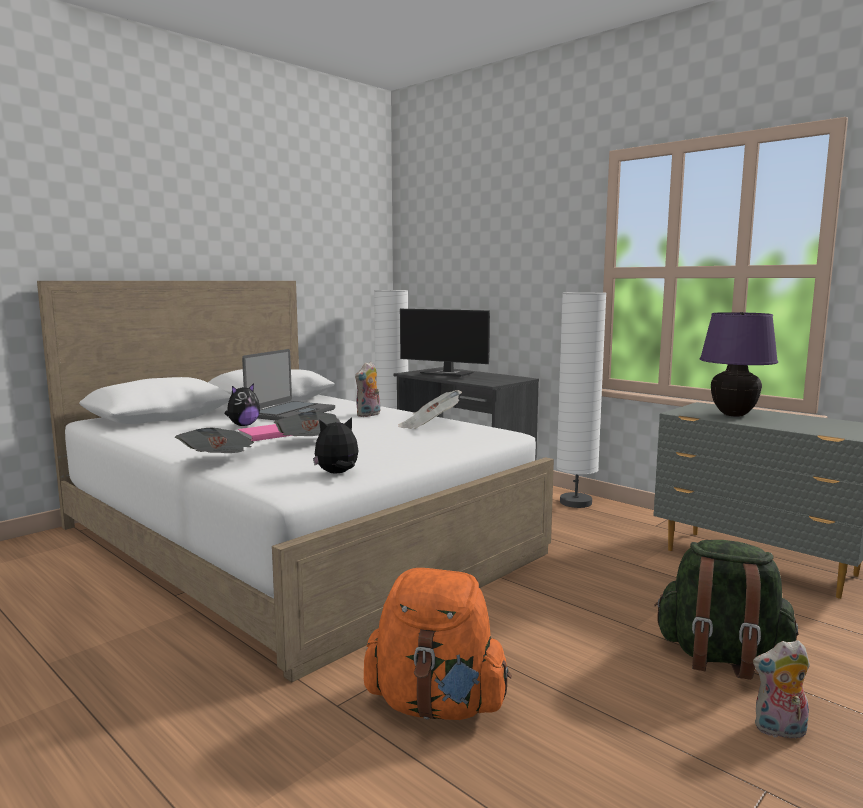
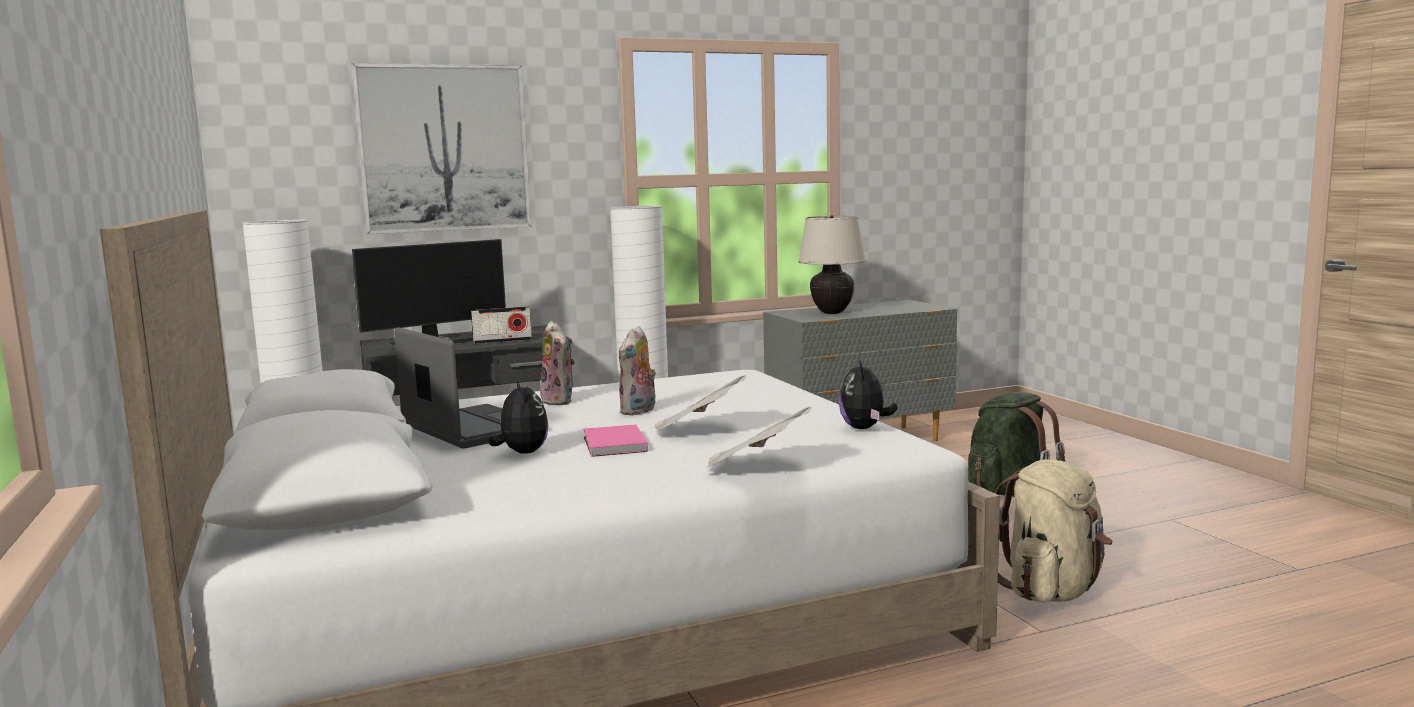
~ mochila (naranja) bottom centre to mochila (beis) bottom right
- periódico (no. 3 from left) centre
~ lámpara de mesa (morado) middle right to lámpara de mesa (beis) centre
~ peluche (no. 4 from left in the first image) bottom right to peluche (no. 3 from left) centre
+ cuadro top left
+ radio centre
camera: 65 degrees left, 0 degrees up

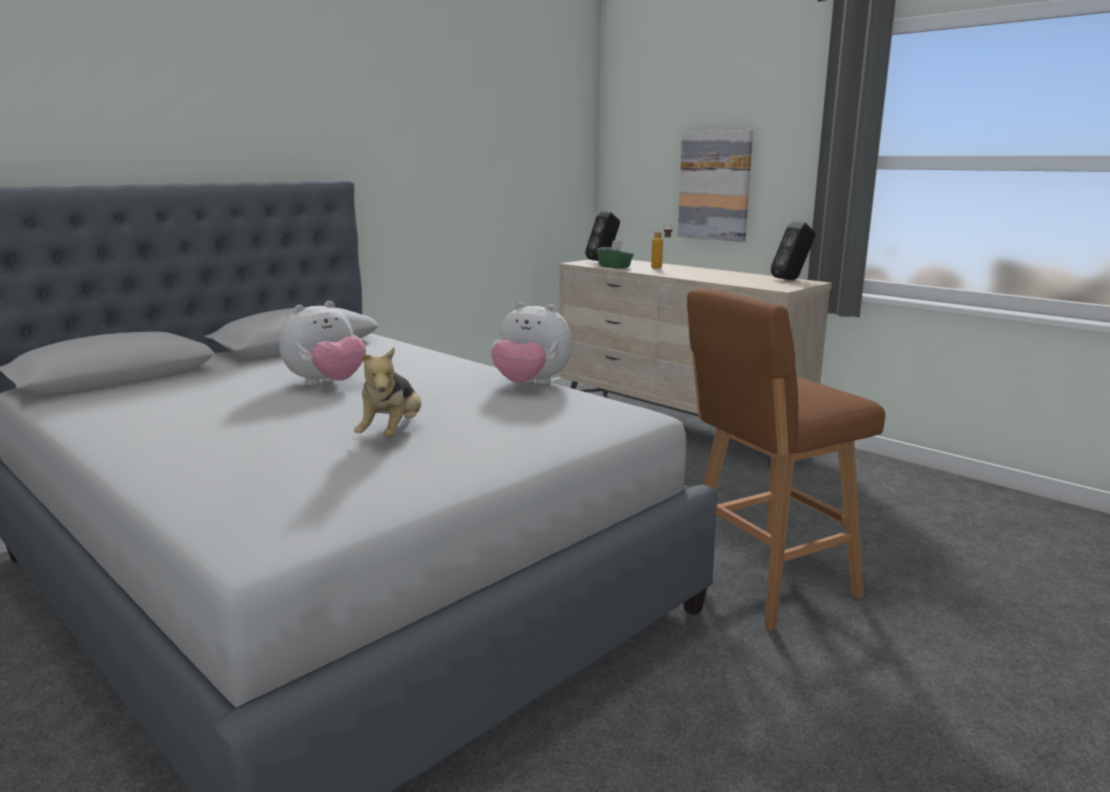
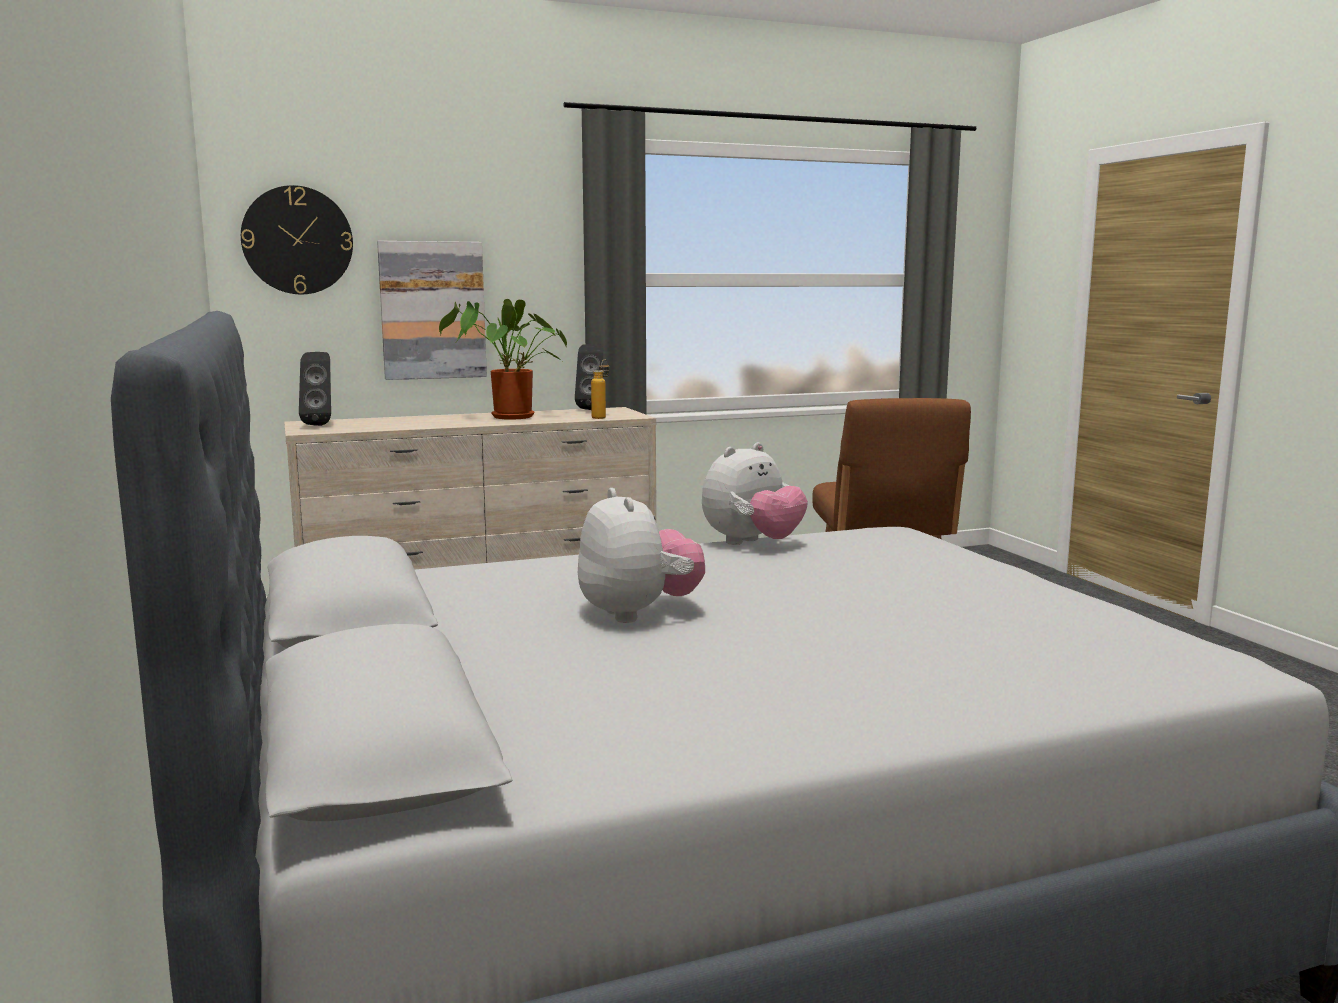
- peluche (no. 2 from left) centre
- caja de pañuelos (verde) top centre
~ botella top centre to centre
+ reloj de pared top left
+ planta en maceta centre
camera: 65 degrees left, 5 degrees down

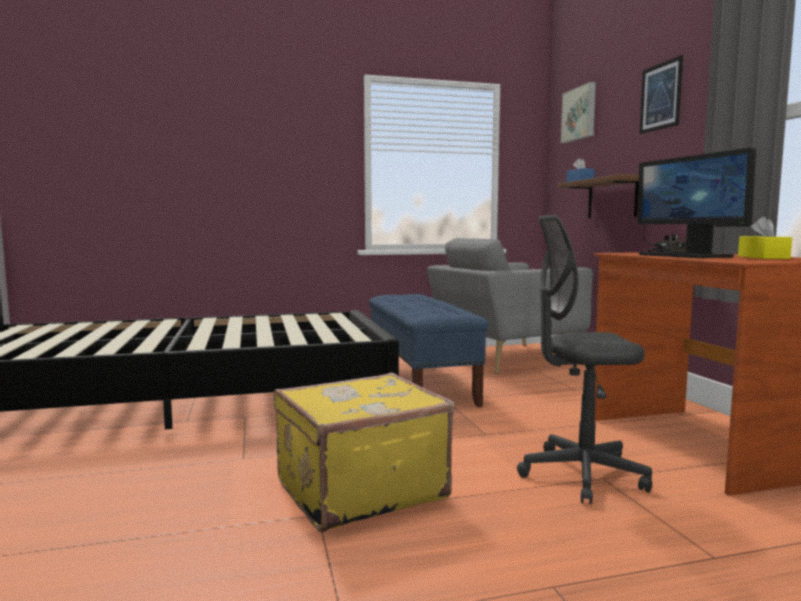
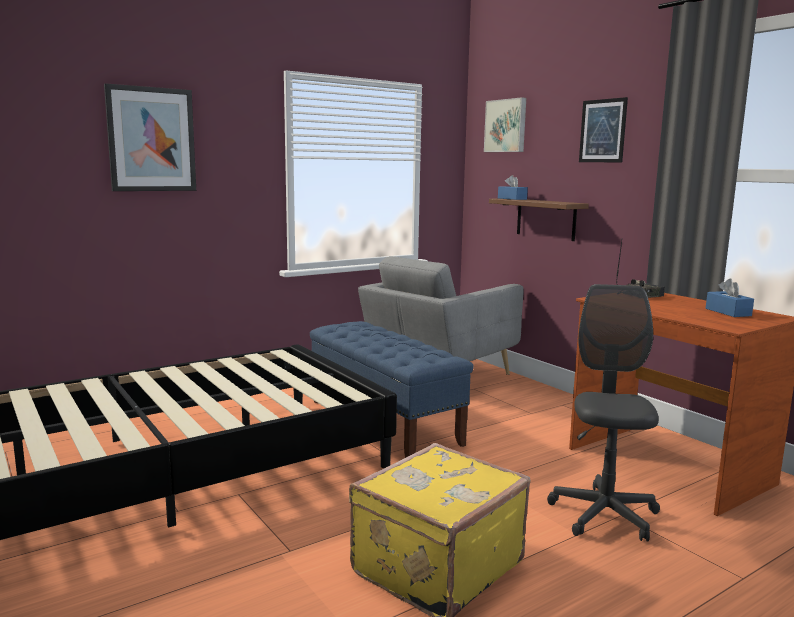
~ silla de oficina (gris) middle right = bottom right 120 degrees clockwise
- monitor middle right
~ caja de pañuelos (amarillo) middle right to caja de pañuelos (azul) (no. 2 from left) middle right
+ cuadro (no. 1 from left) top left
camera: 20 degrees left, 5 degrees up

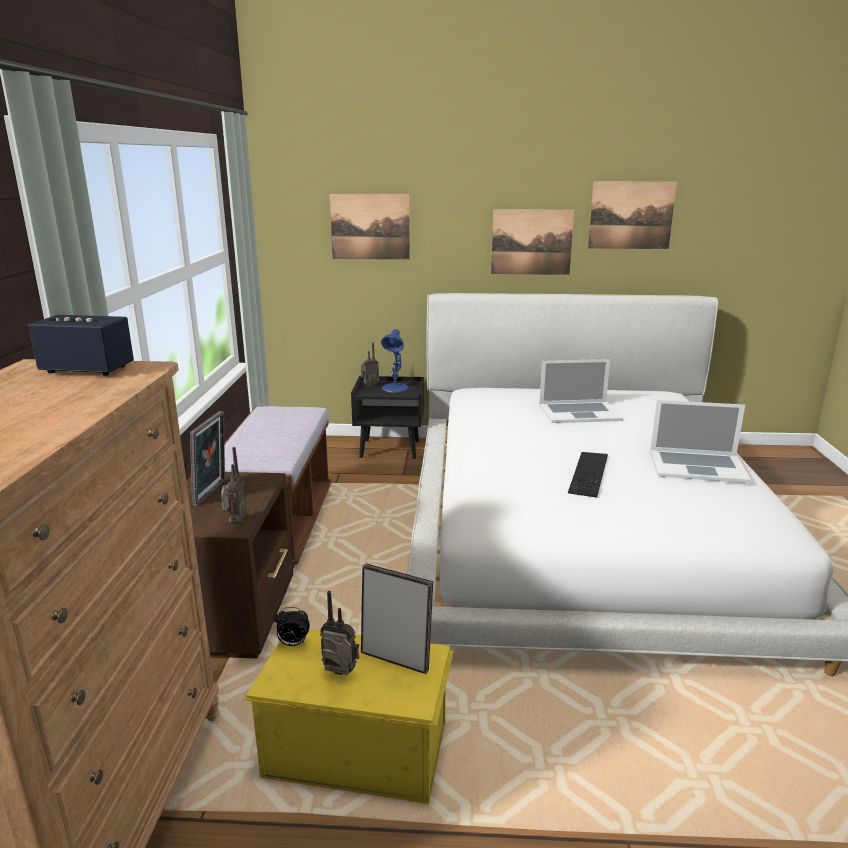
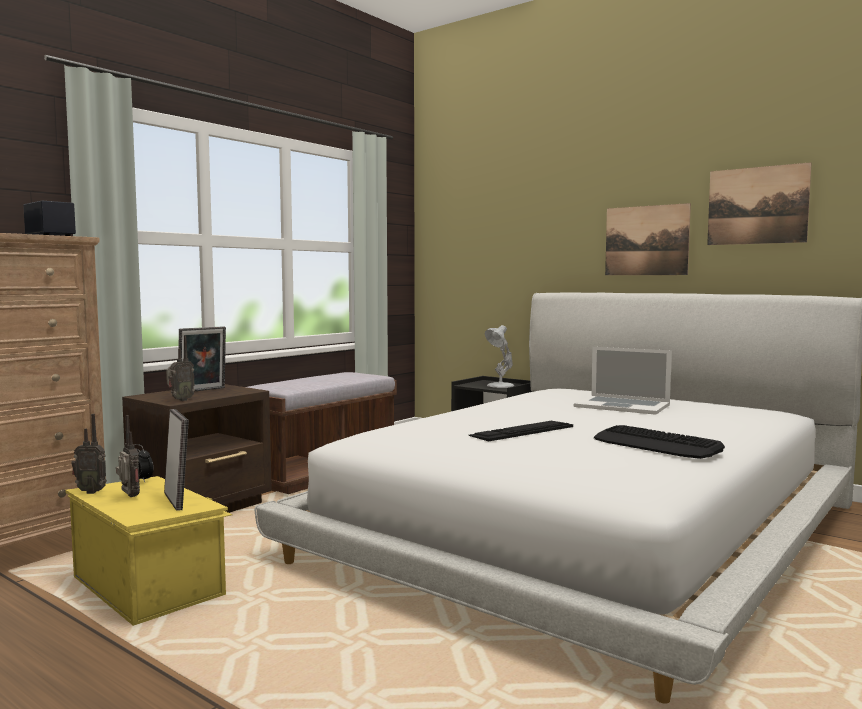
- cuadro (no. 1 from left) top centre
~ radio (no. 3 from left in the first image) centre to radio (no. 1 from left) middle left
~ lámpara de mesa (azul) centre to lámpara de mesa (blanco) centre
~ portátil (no. 2 from left) middle right to teclado (no. 2 from left) middle right
camera: 35 degrees right, 15 degrees down

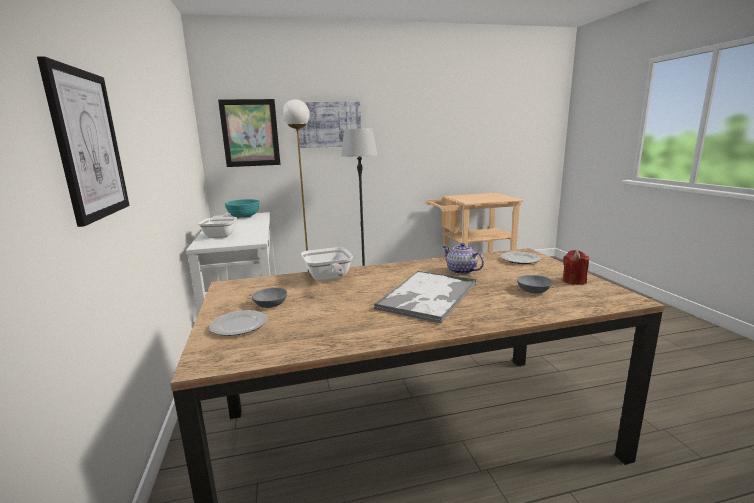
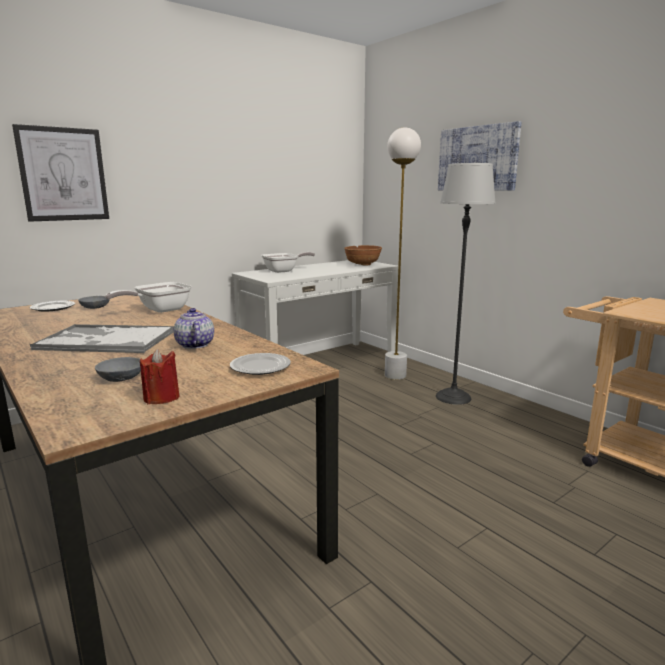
- cuadro (no. 2 from left) top left
~ cuenco (turquesa) middle left to cuenco (marrón) centre
~ tetera centre = middle left 45 degrees counterclockwise
camera: 65 degrees right, 0 degrees up

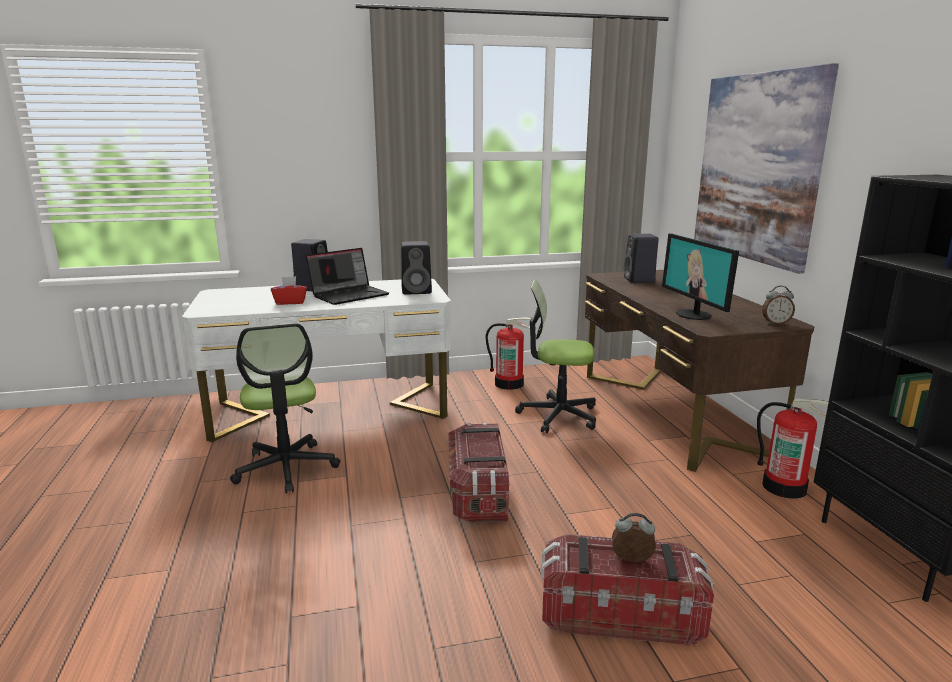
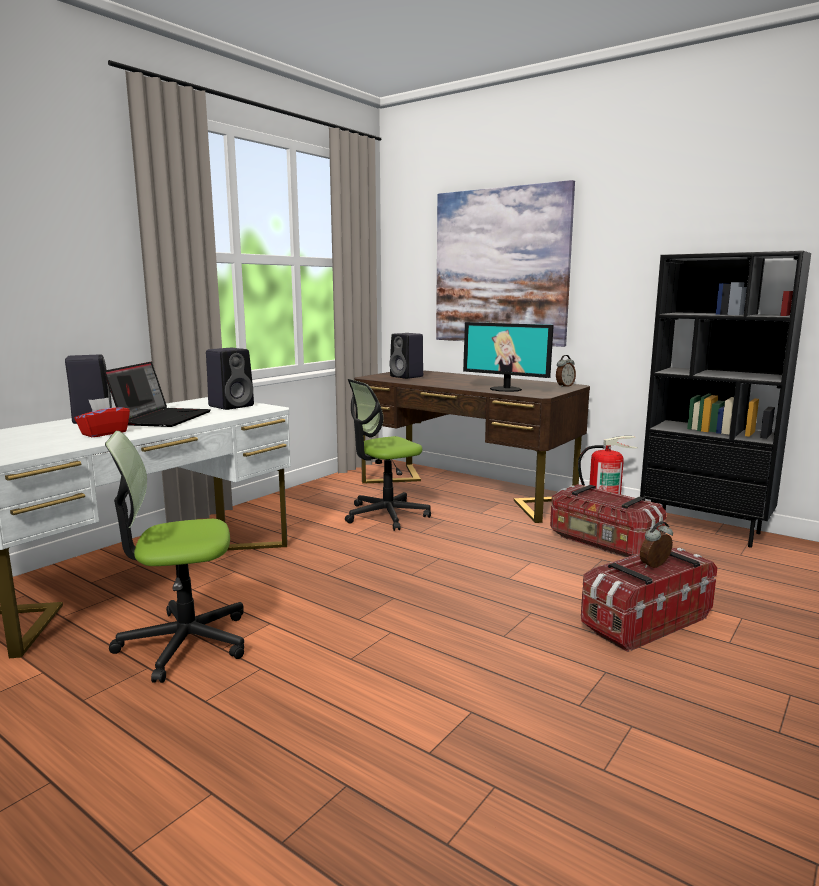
~ silla de oficina (no. 1 from left) middle left = middle left 135 degrees clockwise
~ caja de almacenaje (no. 1 from left) bottom centre to middle right
- extintor (no. 1 from left) centre
camera: 40 degrees left, 5 degrees down

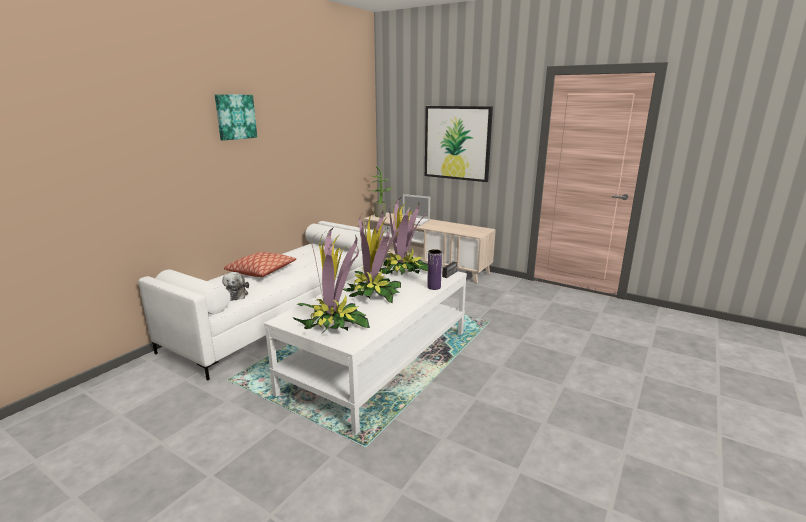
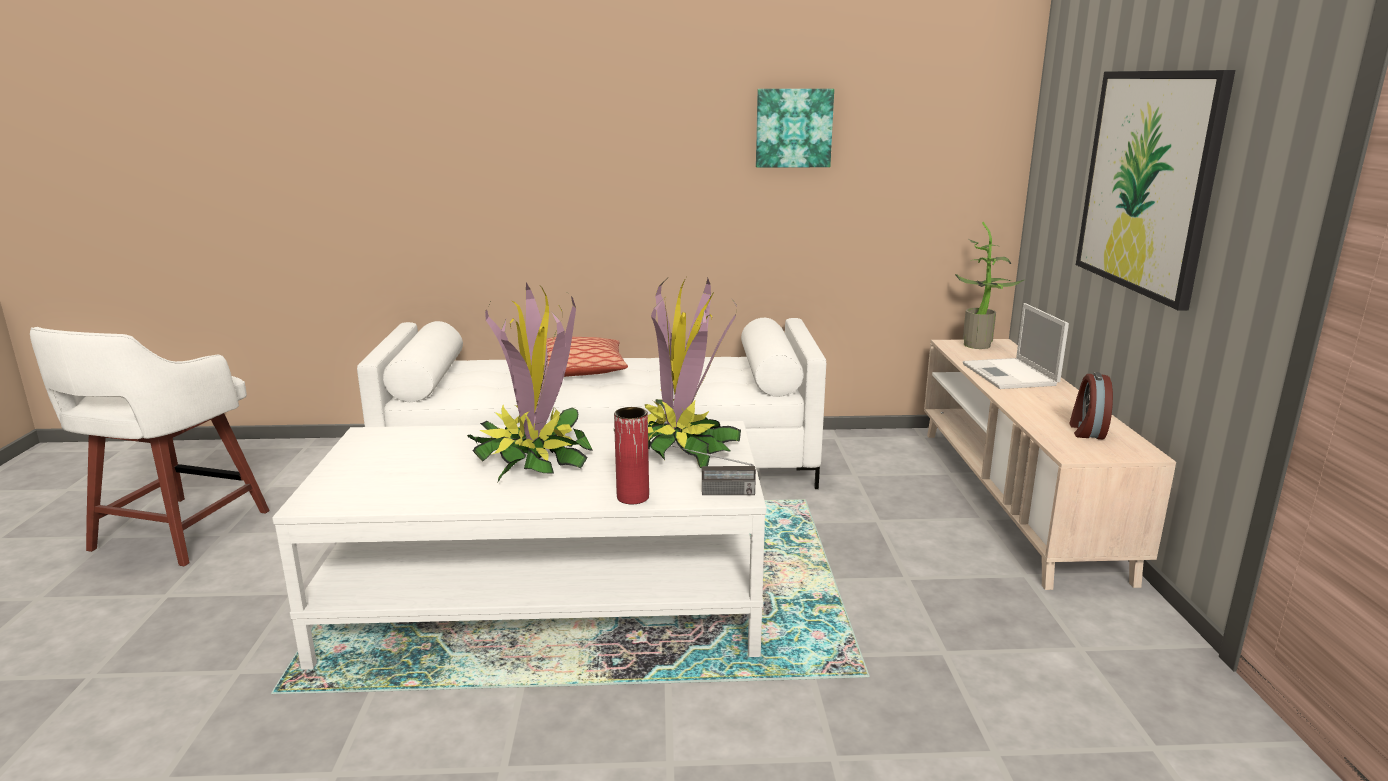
~ cuadro (no. 1 from left) top left to top centre
- peluche middle left
- planta en maceta (no. 1 from left) centre
~ florero (morado) centre to florero (rojo) centre
+ taburete (blanco) middle left
+ despertador middle right
camera: 55 degrees right, 0 degrees up

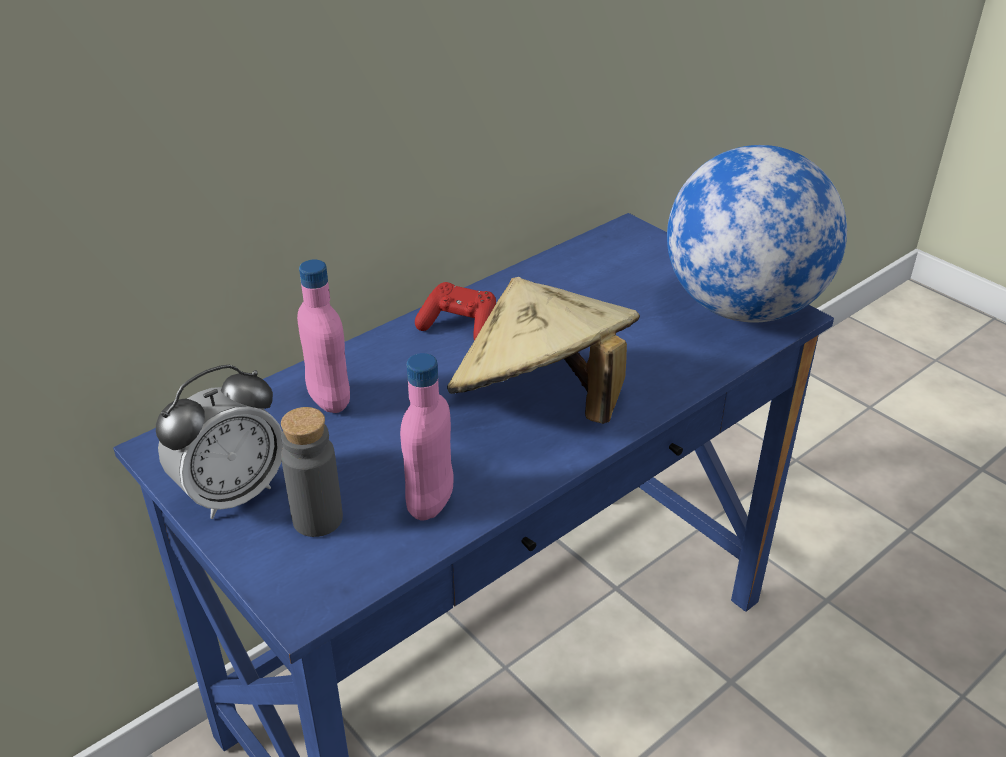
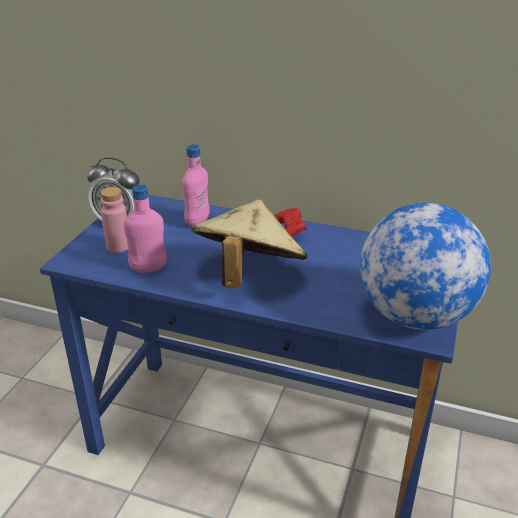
~ botella (gris) middle left to botella (rosa) (no. 1 from left) middle left
camera: 60 degrees right, 5 degrees down

